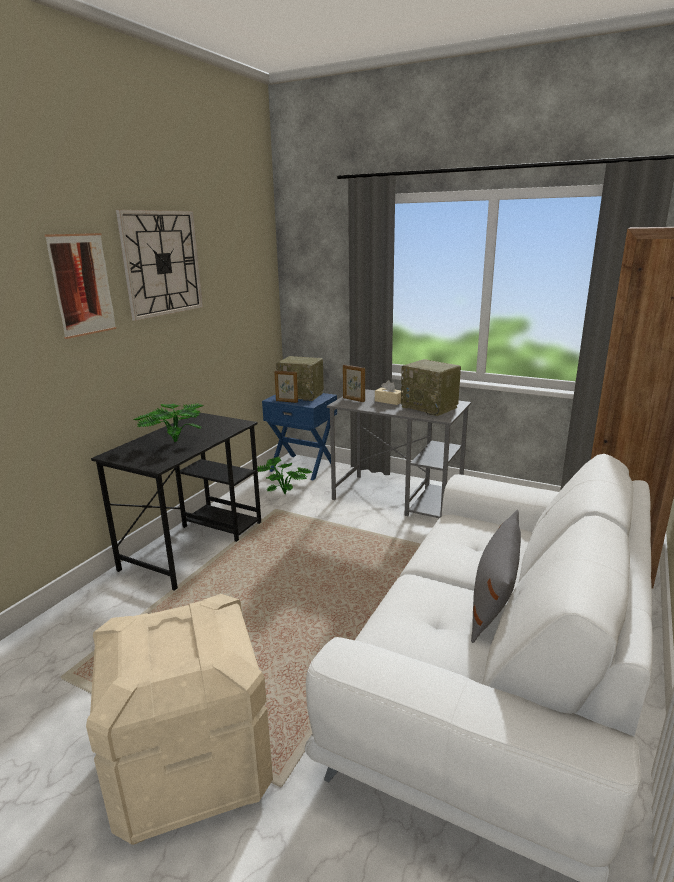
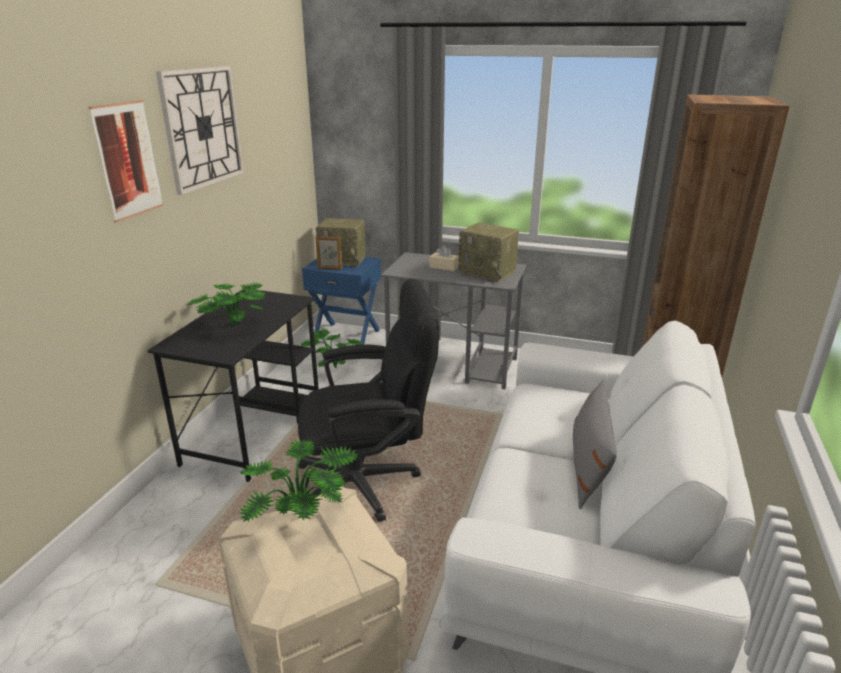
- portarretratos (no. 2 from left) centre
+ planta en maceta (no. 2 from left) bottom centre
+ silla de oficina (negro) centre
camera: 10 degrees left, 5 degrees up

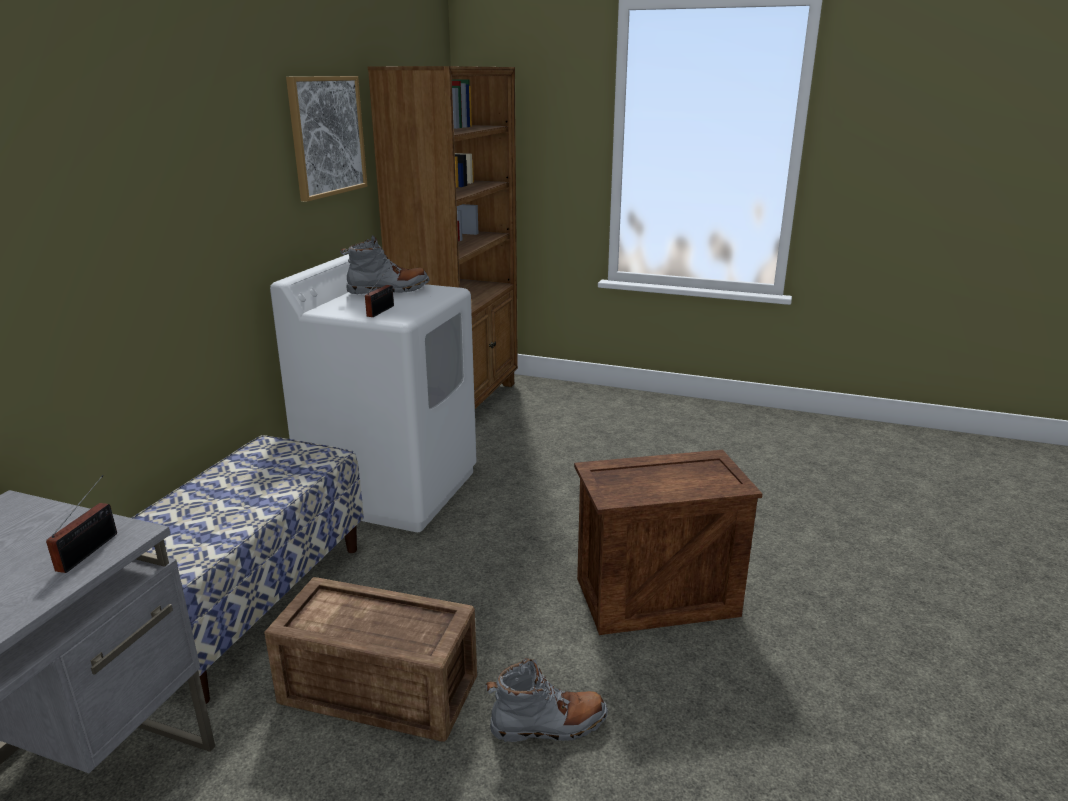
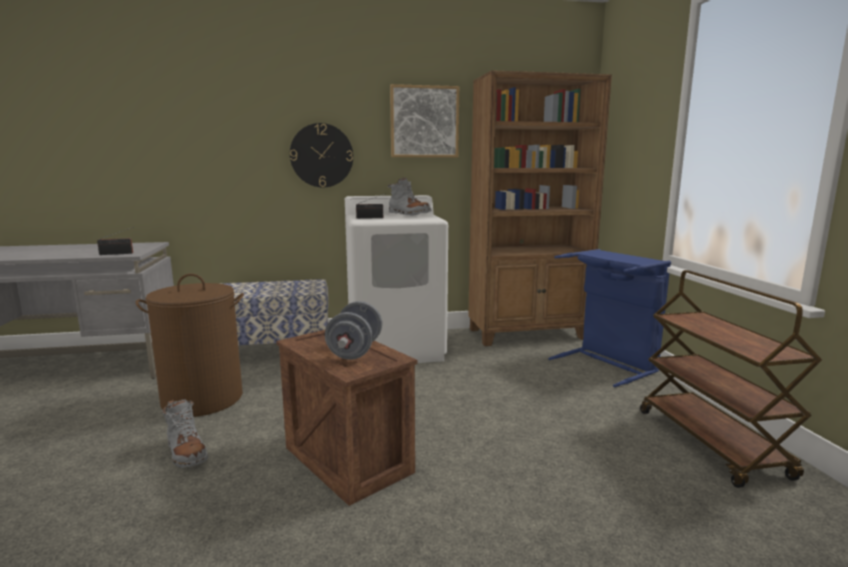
~ caja de embalaje (no. 1 from left) bottom centre to cesto de la ropa (marrón) middle left
+ reloj de pared top centre
+ mancuerna (gris) centre
+ cesto de la ropa (azul) middle right
+ carrito (marrón) bottom right
camera: 60 degrees right, 10 degrees down

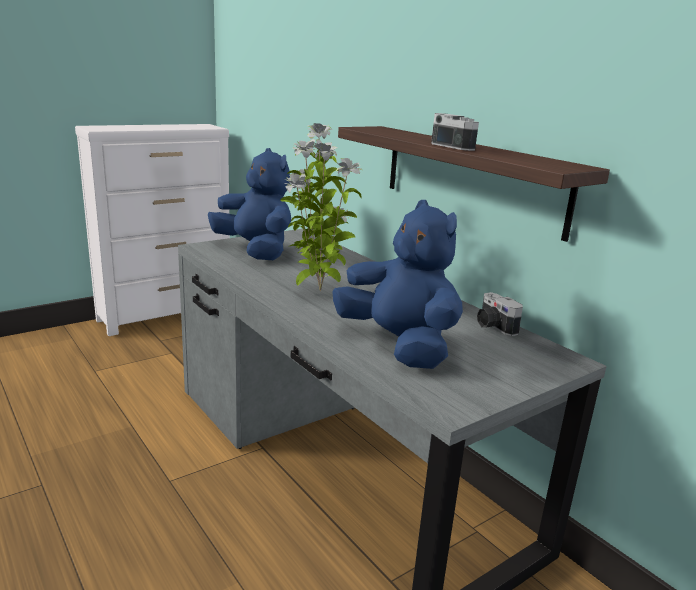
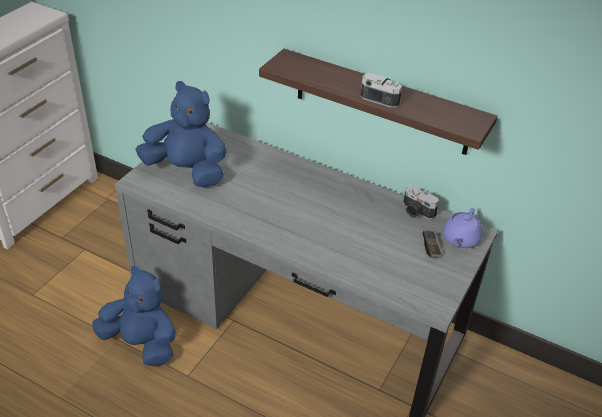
- planta en maceta centre
~ peluche (azul) (no. 2 from left in the first image) centre to peluche (azul) (no. 1 from left) bottom left
+ mando de consola middle right
+ tetera (morado) middle right
camera: 25 degrees left, 20 degrees up

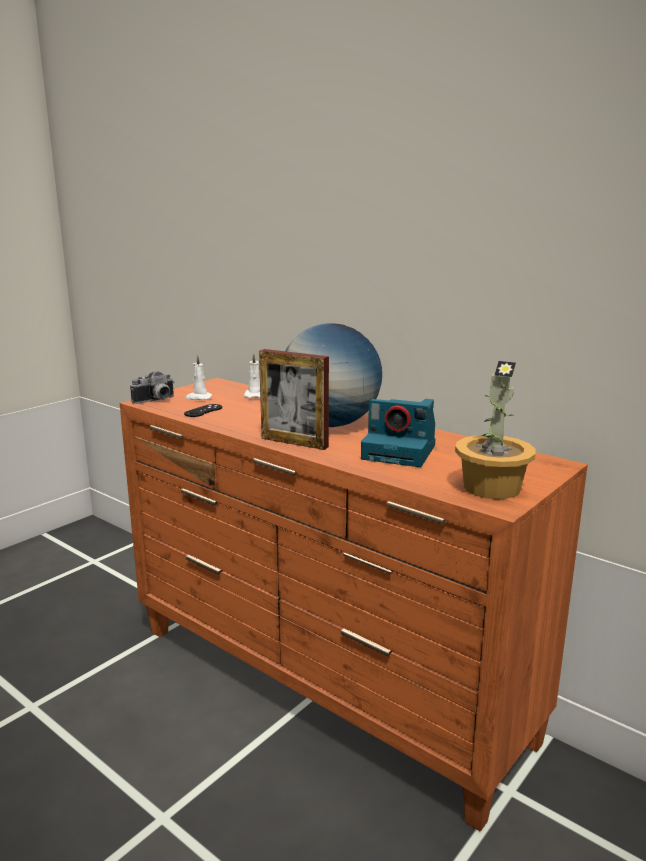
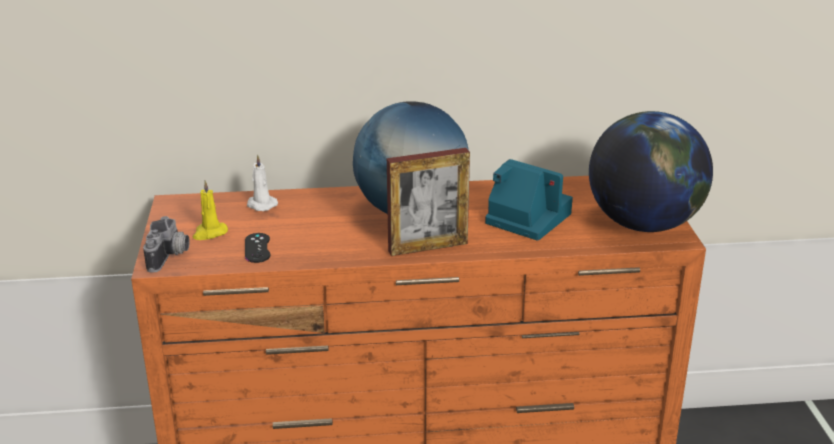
~ vela (blanco) (no. 1 from left) middle left to vela (amarillo) middle left
~ cámara (no. 2 from left) centre = centre 120 degrees counterclockwise
~ planta en maceta middle right to globo terráqueo (no. 2 from left) middle right
camera: 45 degrees left, 10 degrees up

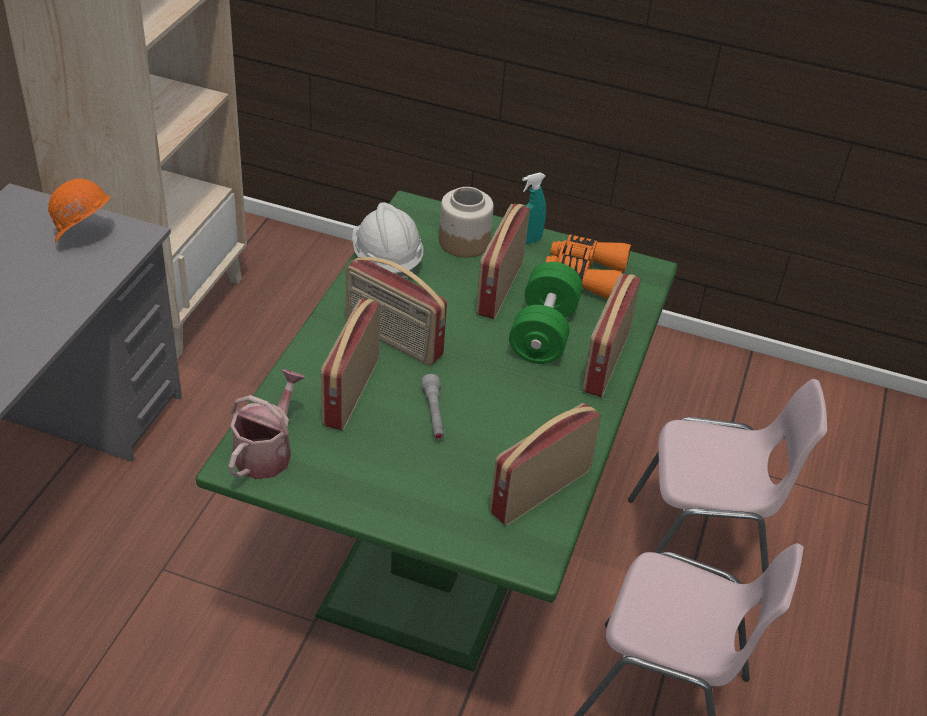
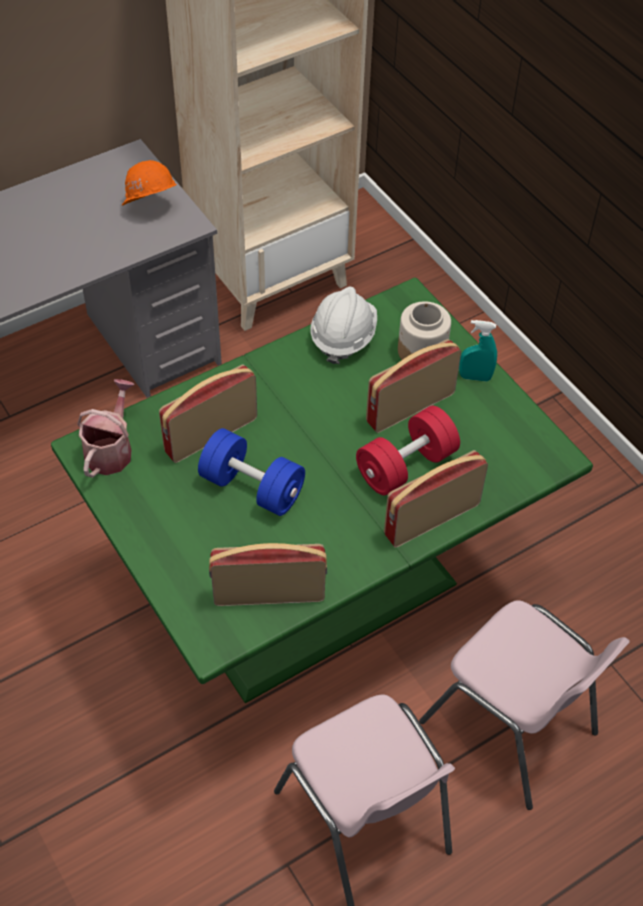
~ regadera middle left = middle left 45 degrees counterclockwise
- radio (no. 2 from left) centre
~ linterna (gris) centre to mancuerna (azul) centre
~ mancuerna (verde) centre to mancuerna (rojo) centre
- prismáticos (naranja) centre
camera: 40 degrees right, 10 degrees up

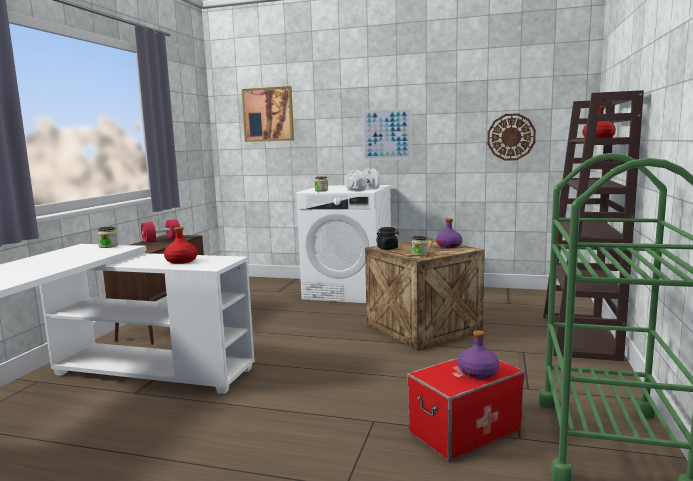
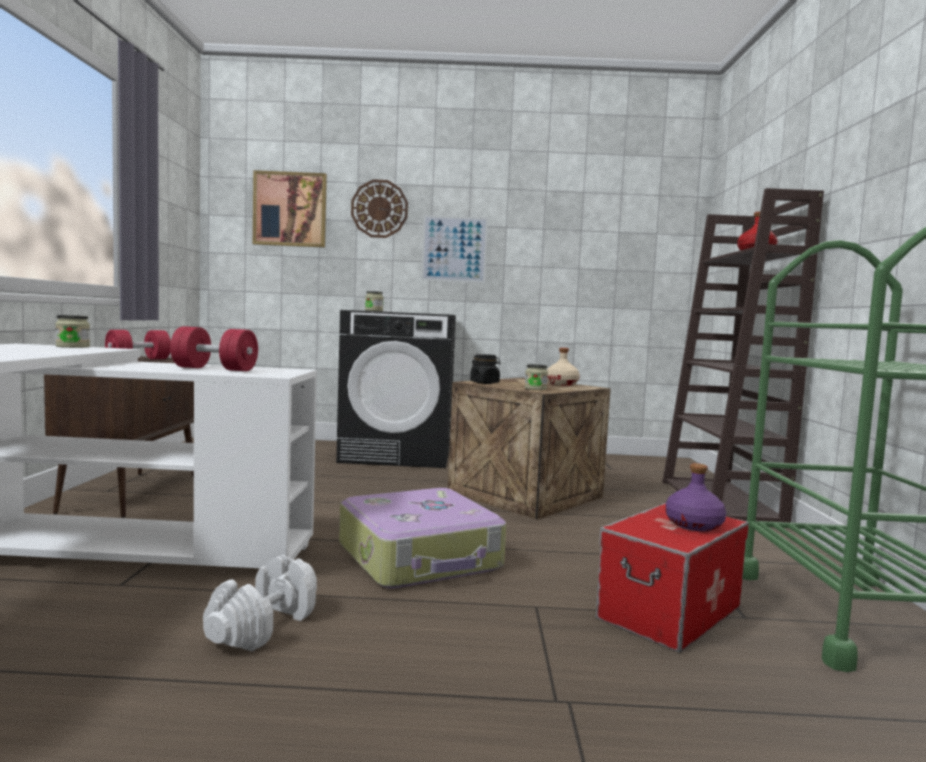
~ botella (rojo) (no. 1 from left) middle left to mancuerna (rojo) (no. 2 from left) middle left
~ lavadora (blanco) centre to lavadora (negro) centre
~ mancuerna (blanco) centre to bottom left
~ botella (morado) (no. 1 from left) centre to botella (beis) centre
~ reloj de pared top right to top centre
+ maleta bottom centre
camera: 15 degrees left, 5 degrees down

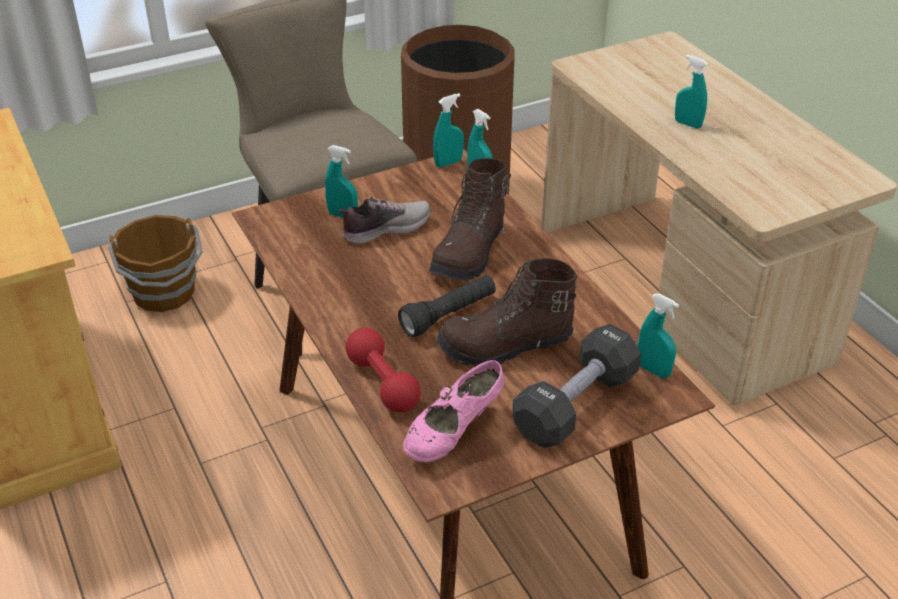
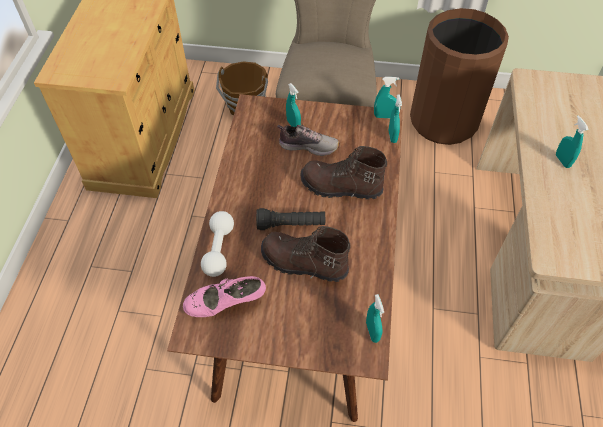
~ mancuerna (rojo) centre to mancuerna (blanco) centre
~ bota (marrón) (no. 1 from left in the first image) centre = centre 45 degrees clockwise
- mancuerna (negro) centre
camera: 35 degrees right, 15 degrees up

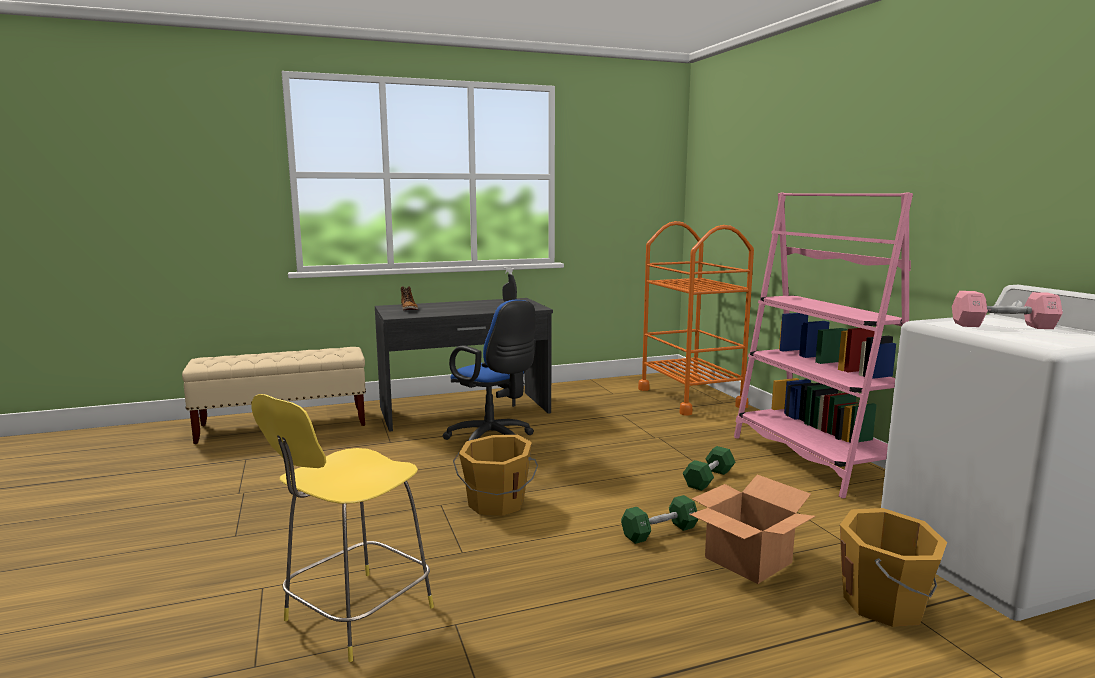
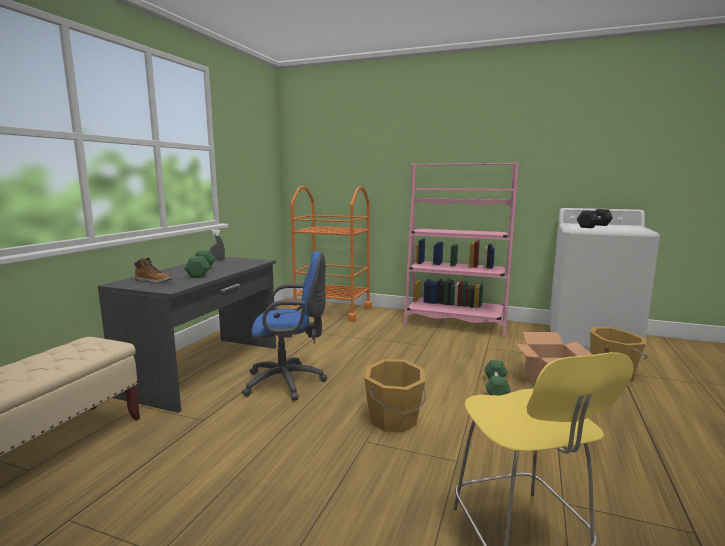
~ mancuerna (verde) (no. 2 from left in the first image) bottom centre to mancuerna (verde) (no. 1 from left) middle left
~ mancuerna (rosa) middle right to mancuerna (negro) middle right
camera: 50 degrees left, 0 degrees up

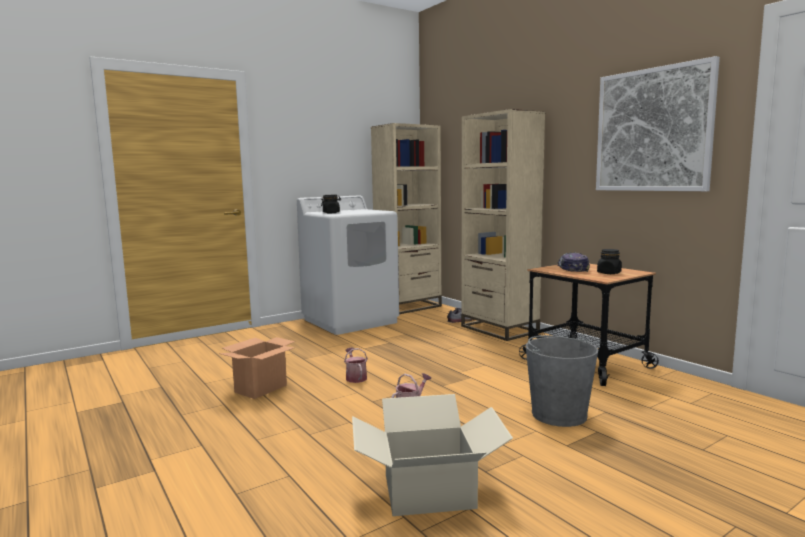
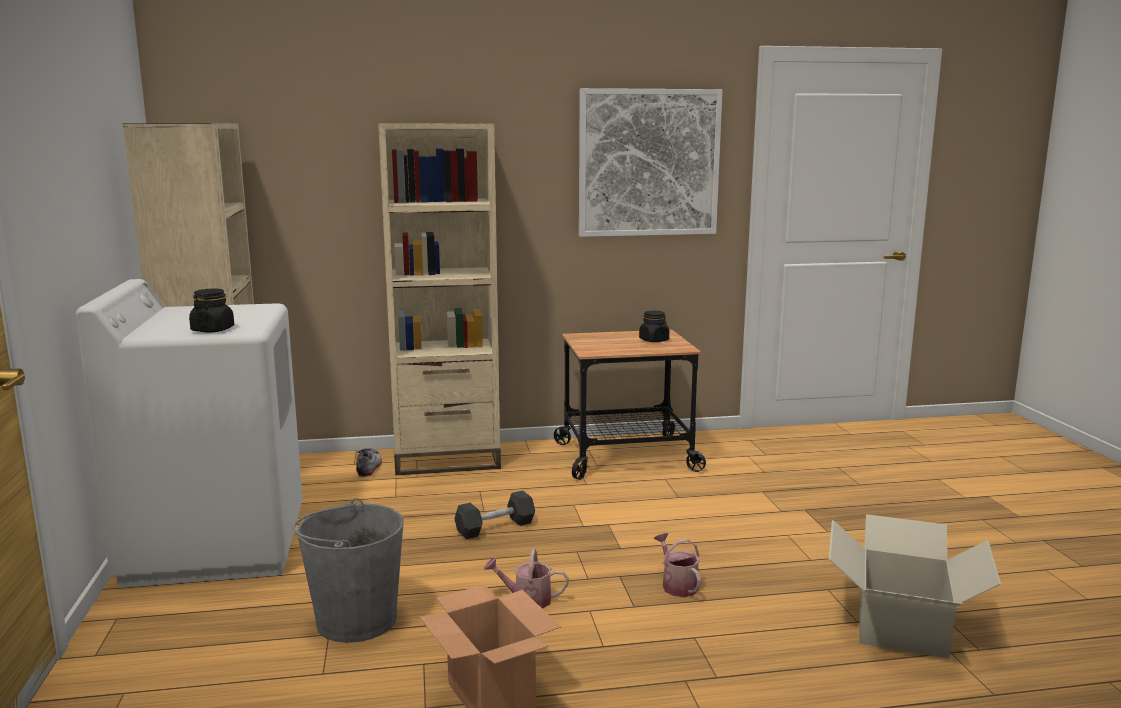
~ cubo (gris) bottom right to bottom left
- gorra middle right
+ mancuerna (negro) bottom centre
camera: 65 degrees left, 5 degrees up

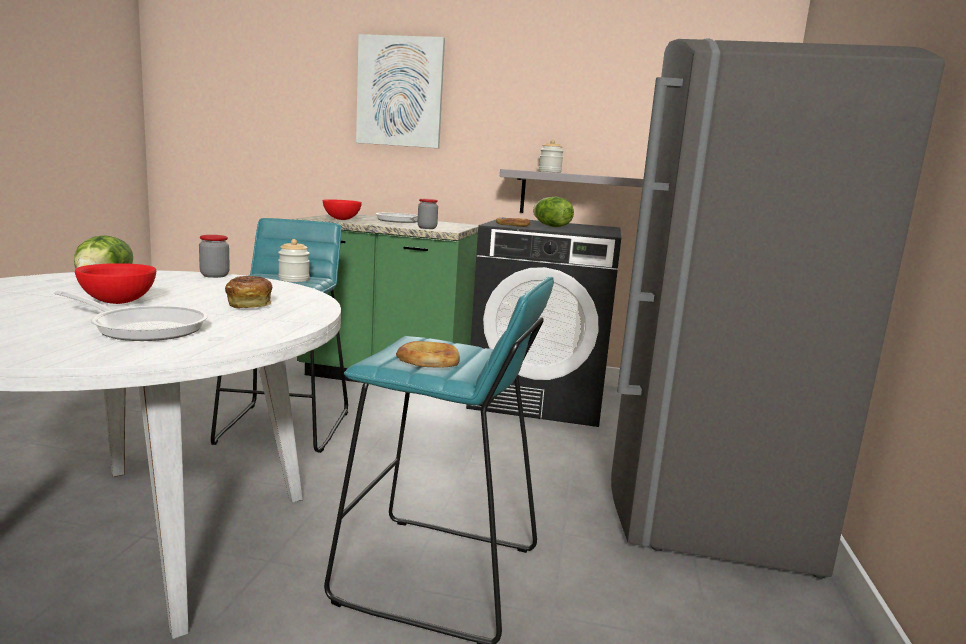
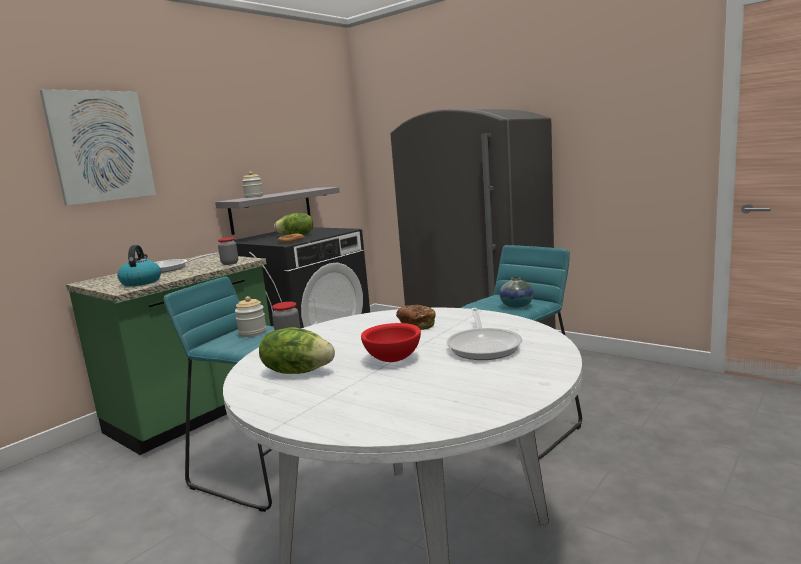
~ sartén (no. 1 from left in the first image) middle left = centre 135 degrees clockwise
~ cuenco (rojo) (no. 2 from left) top centre to hervidor middle left
~ pan (no. 2 from left) centre to florero centre
camera: 60 degrees left, 0 degrees up

